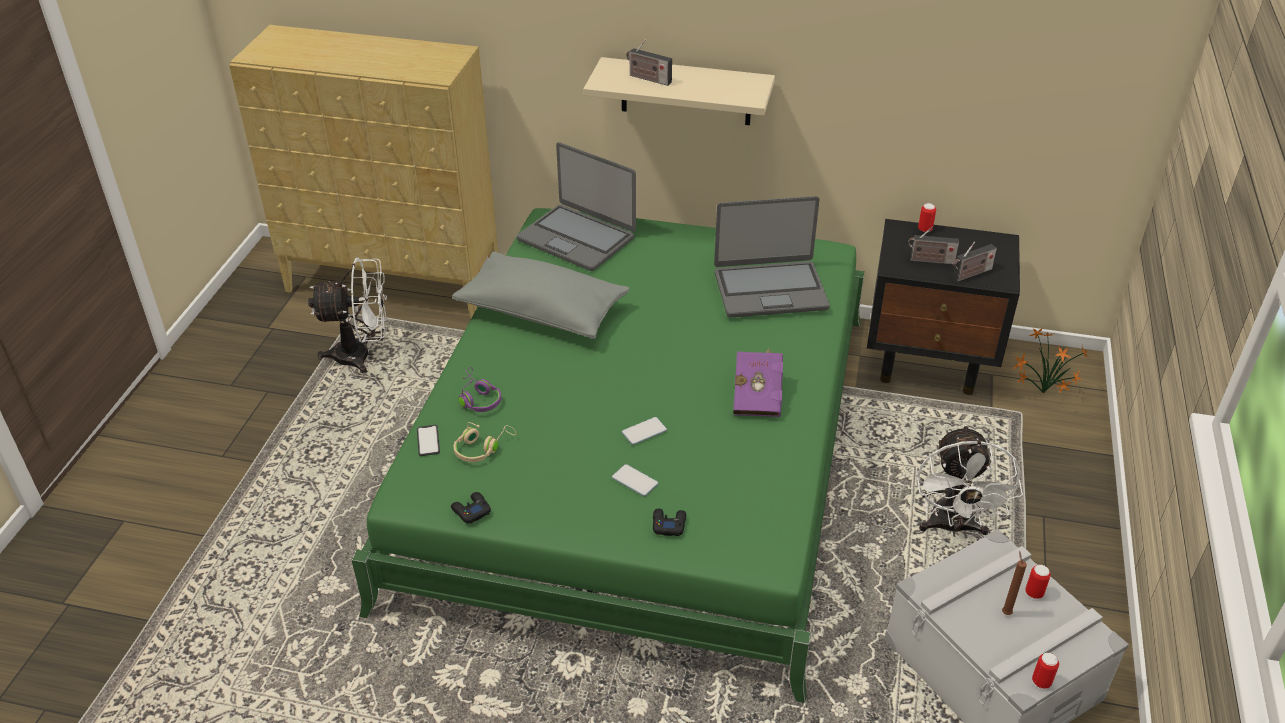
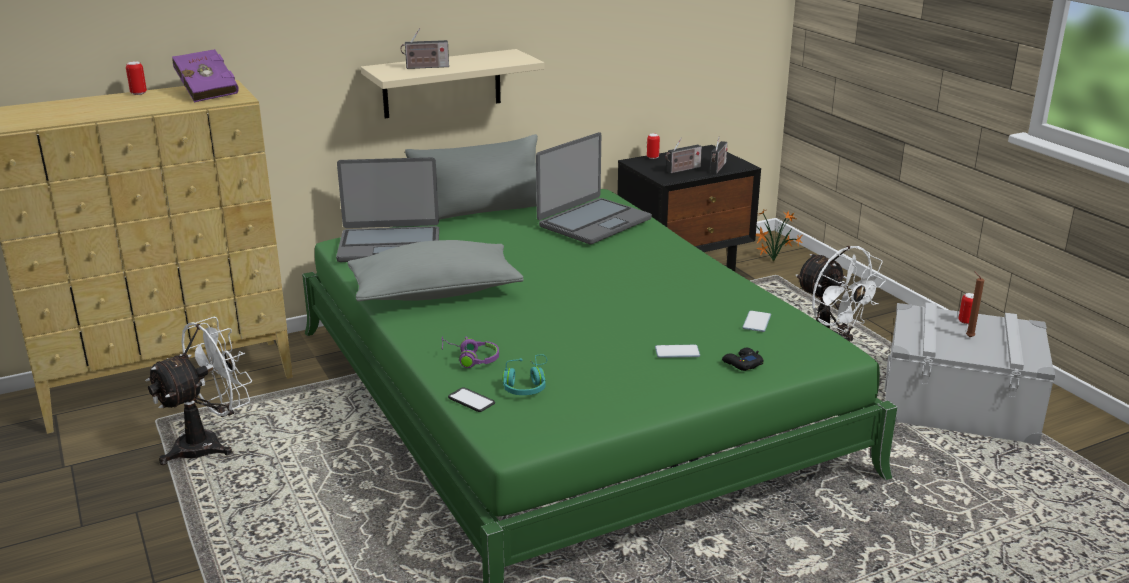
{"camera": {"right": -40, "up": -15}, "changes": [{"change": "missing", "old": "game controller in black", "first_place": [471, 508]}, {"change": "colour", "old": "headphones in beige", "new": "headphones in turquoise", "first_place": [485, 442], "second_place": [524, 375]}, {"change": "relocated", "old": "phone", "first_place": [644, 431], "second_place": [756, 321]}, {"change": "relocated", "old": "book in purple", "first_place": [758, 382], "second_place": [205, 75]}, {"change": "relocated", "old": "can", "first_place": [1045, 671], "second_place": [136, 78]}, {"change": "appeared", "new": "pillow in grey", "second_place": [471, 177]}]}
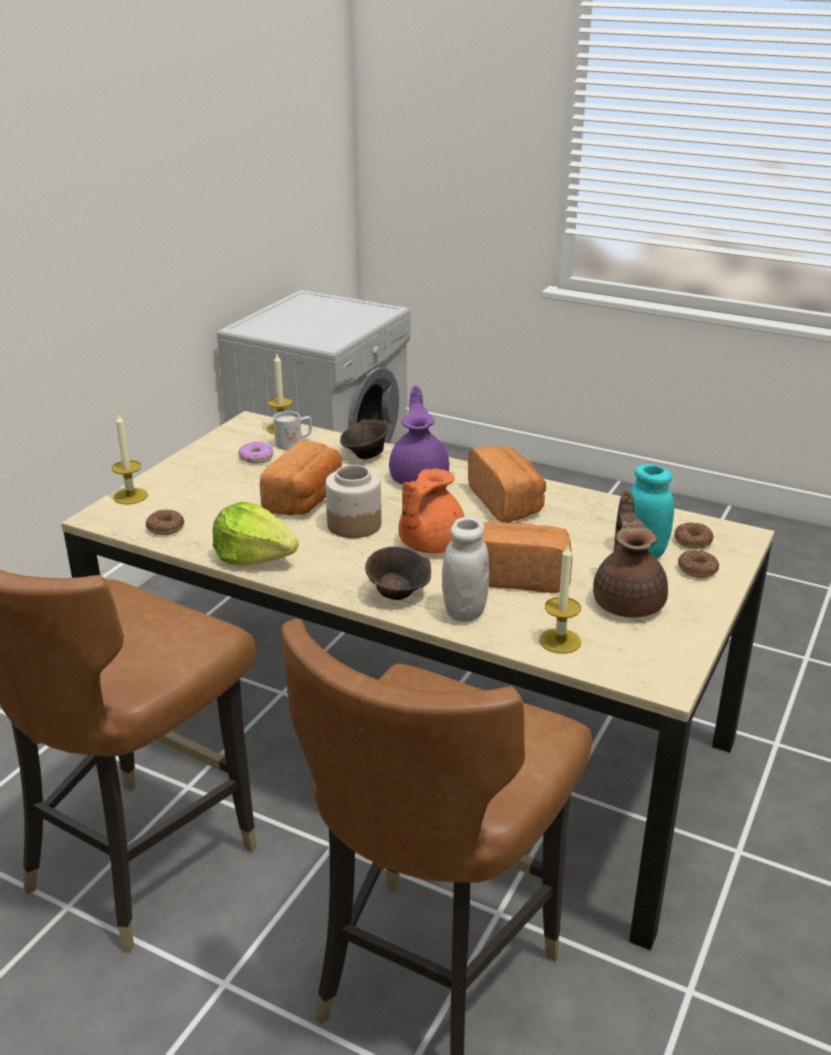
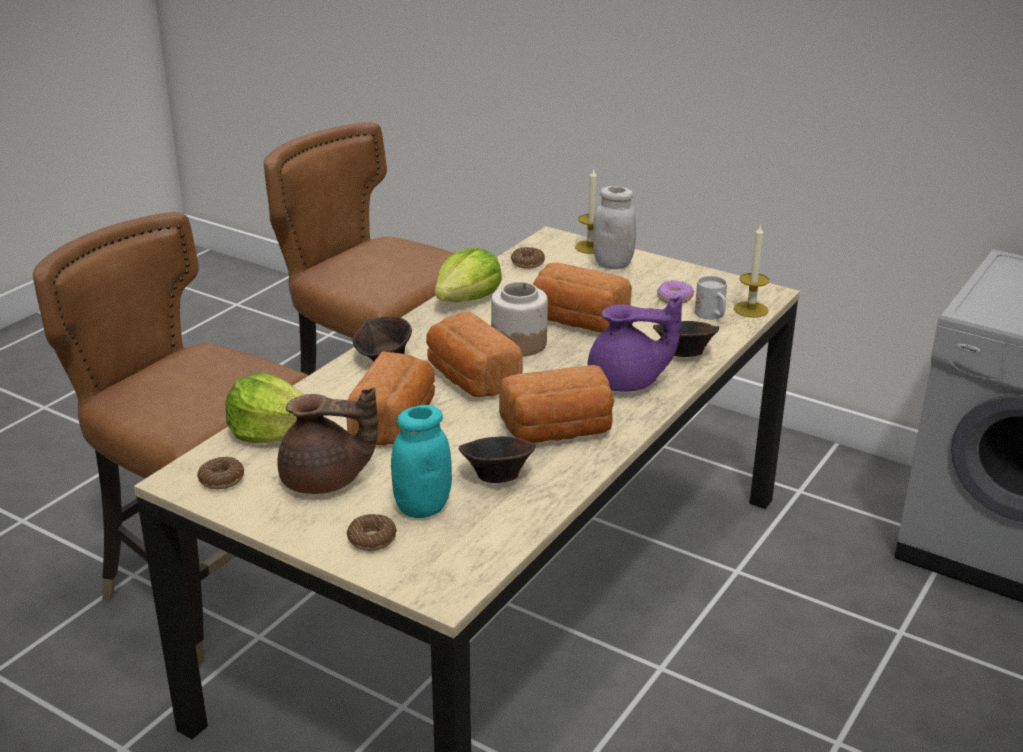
{"camera": {"right": 95, "up": 0}, "changes": [{"change": "exchanged", "old": "teapot in orange", "new": "bread", "first_place": [431, 511], "second_place": [474, 354]}, {"change": "relocated", "old": "jar in white", "first_place": [465, 569], "second_place": [614, 227]}, {"change": "exchanged", "old": "candle", "new": "lettuce", "first_place": [560, 599], "second_place": [265, 408]}, {"change": "relocated", "old": "donut", "first_place": [694, 536], "second_place": [220, 473]}, {"change": "appeared", "new": "bowl in brown", "second_place": [497, 459]}]}
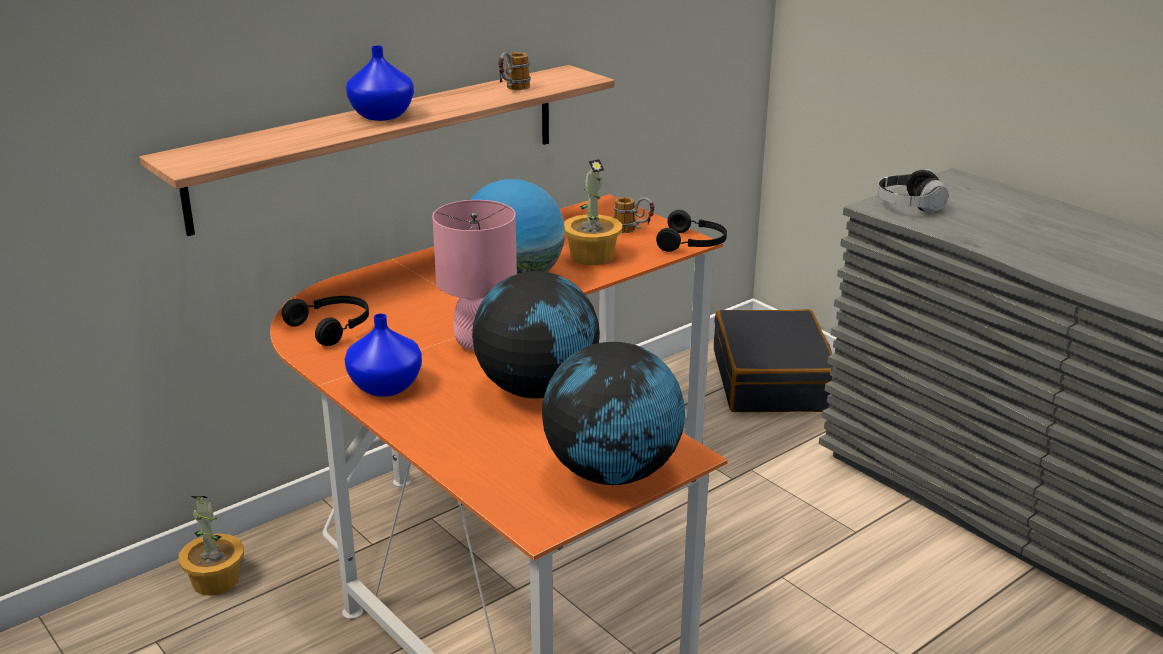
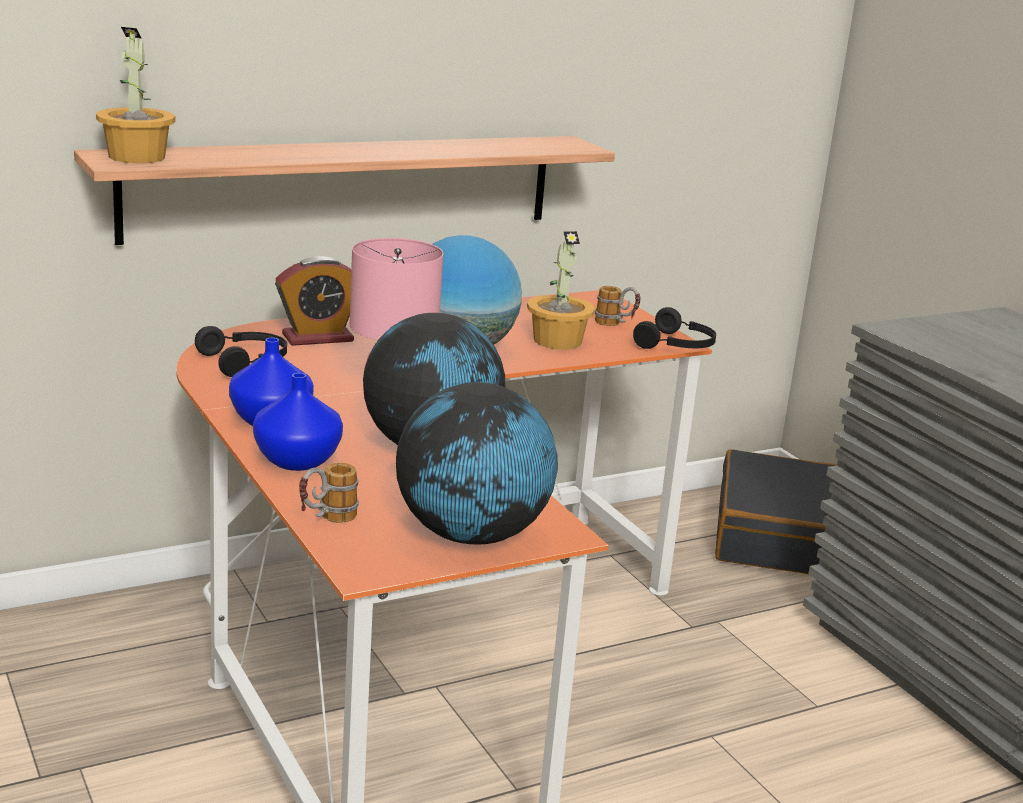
{"camera": {"right": 10, "up": -5}, "changes": [{"change": "relocated", "old": "potted plant", "first_place": [211, 546], "second_place": [135, 95]}, {"change": "relocated", "old": "vase in blue", "first_place": [380, 83], "second_place": [298, 422]}, {"change": "relocated", "old": "mug", "first_place": [514, 71], "second_place": [329, 492]}, {"change": "missing", "old": "headphones", "first_place": [913, 190]}, {"change": "appeared", "new": "alarm clock", "second_place": [314, 301]}]}
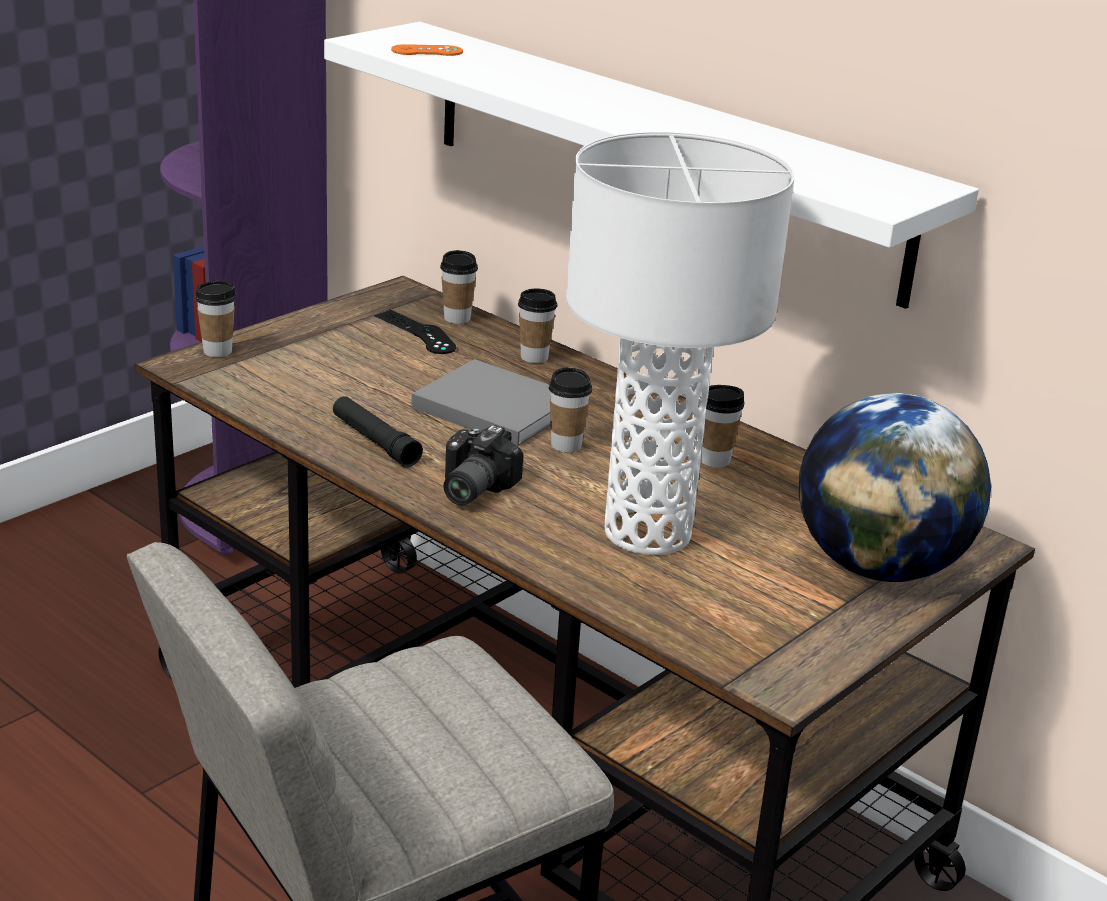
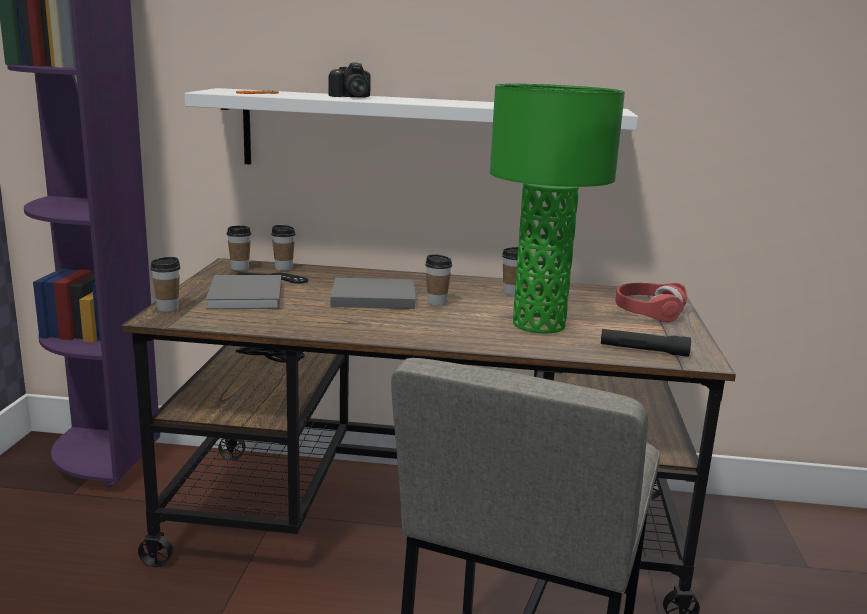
{"camera": {"right": -35, "up": -10}, "changes": [{"change": "relocated", "old": "flashlight in black", "first_place": [378, 431], "second_place": [646, 343]}, {"change": "relocated", "old": "photo camera", "first_place": [483, 465], "second_place": [349, 80]}, {"change": "relocated", "old": "cup", "first_place": [537, 325], "second_place": [239, 248]}, {"change": "colour", "old": "table lamp in white", "new": "table lamp in green", "first_place": [680, 343], "second_place": [557, 209]}, {"change": "exchanged", "old": "globe", "new": "headphones in red", "first_place": [895, 487], "second_place": [651, 303]}, {"change": "appeared", "new": "book in grey", "second_place": [243, 292]}]}
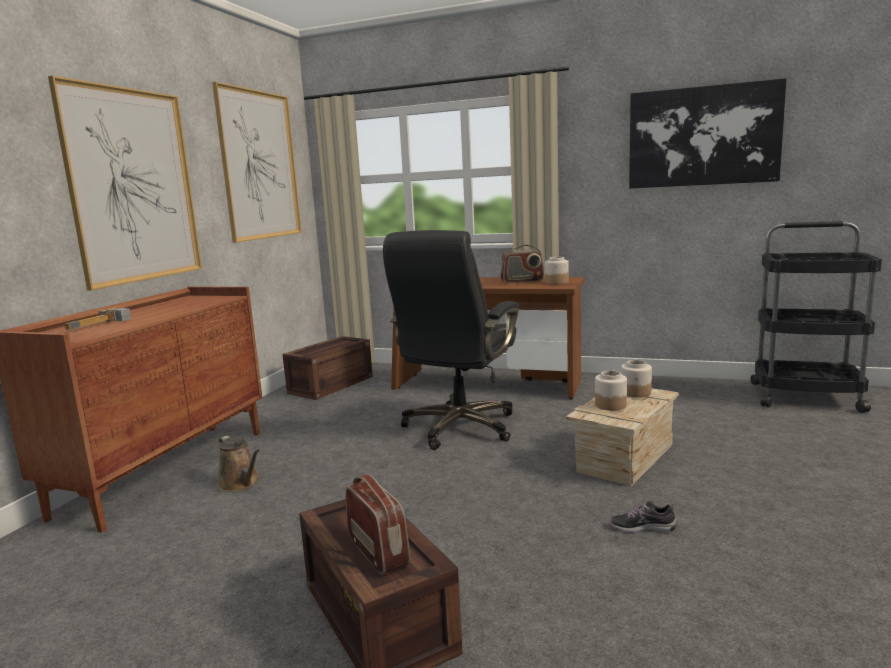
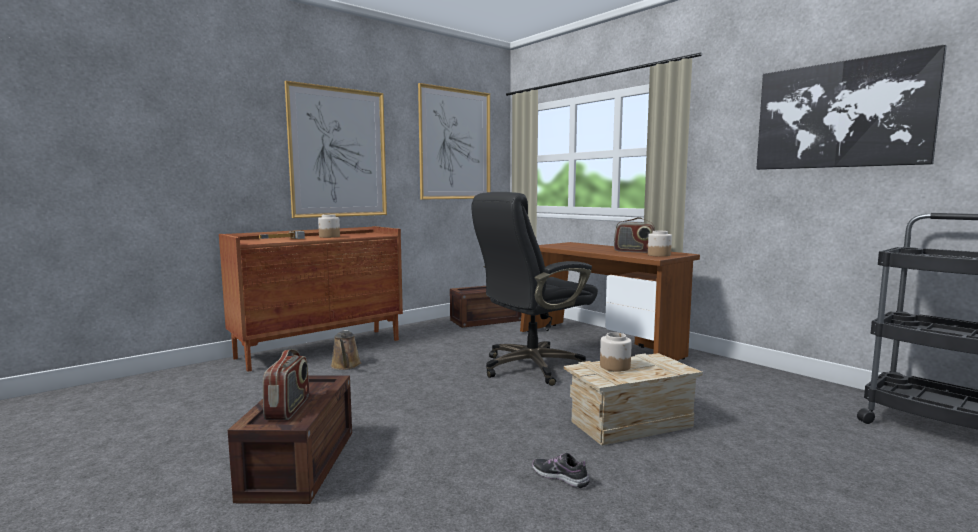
{"camera": {"right": 30, "up": -5}, "changes": [{"change": "relocated", "old": "jar", "first_place": [636, 379], "second_place": [329, 226]}]}
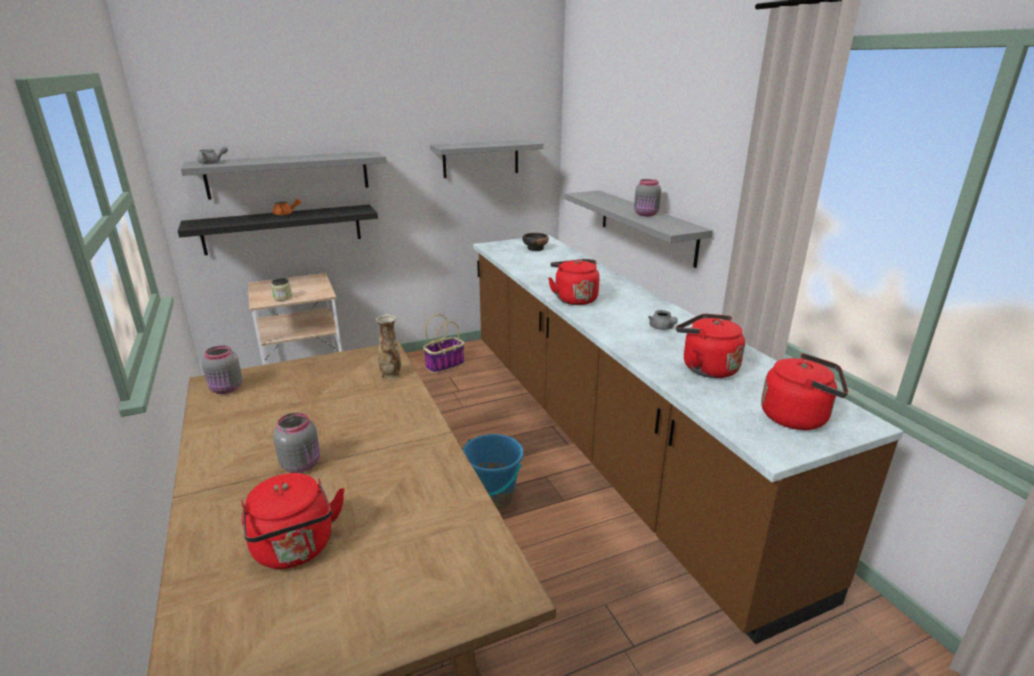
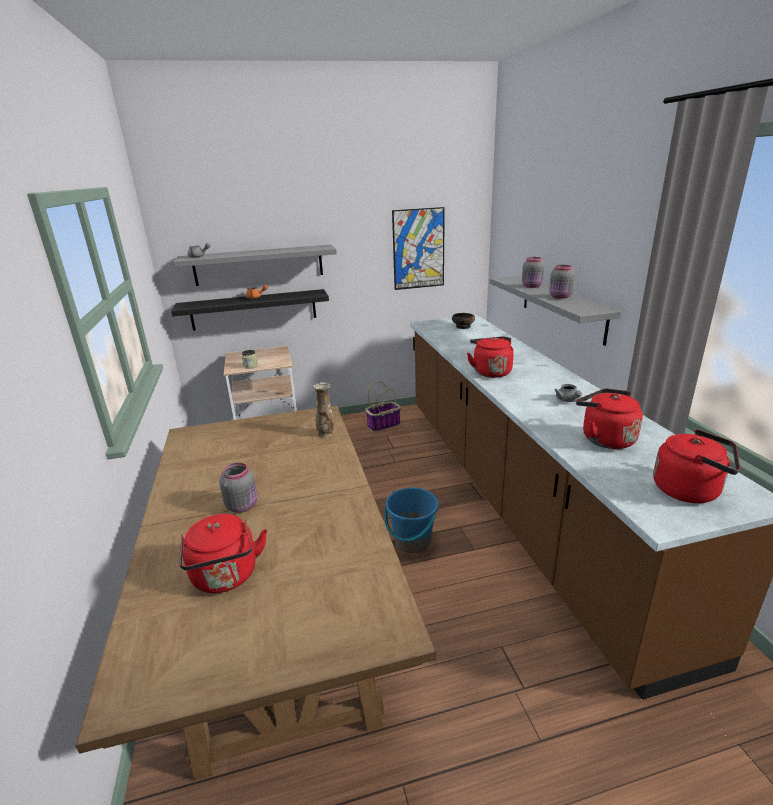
{"camera": {"right": 10, "up": 0}, "changes": [{"change": "relocated", "old": "jar in grey", "first_place": [222, 369], "second_place": [533, 272]}, {"change": "exchanged", "old": "shelf in grey", "new": "picture", "first_place": [486, 159], "second_place": [418, 248]}]}
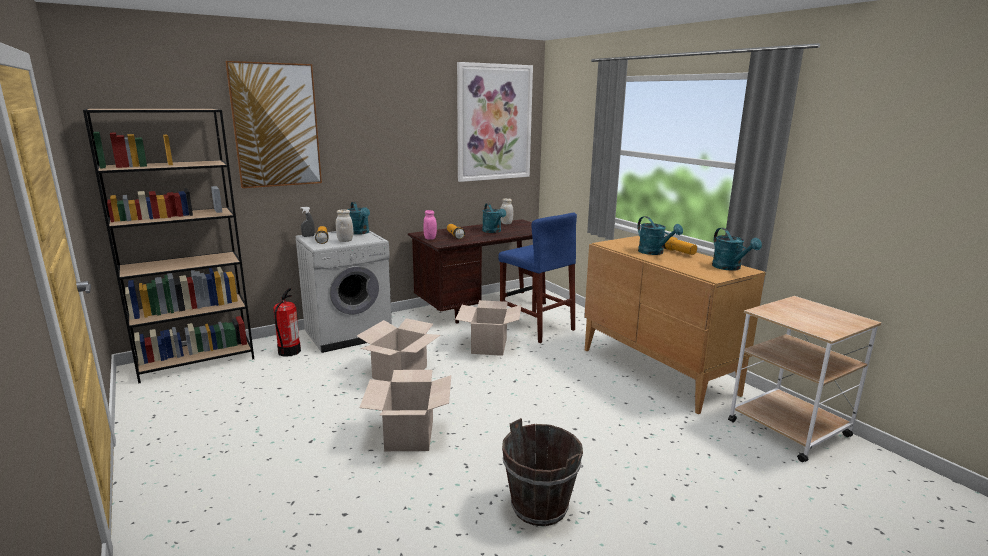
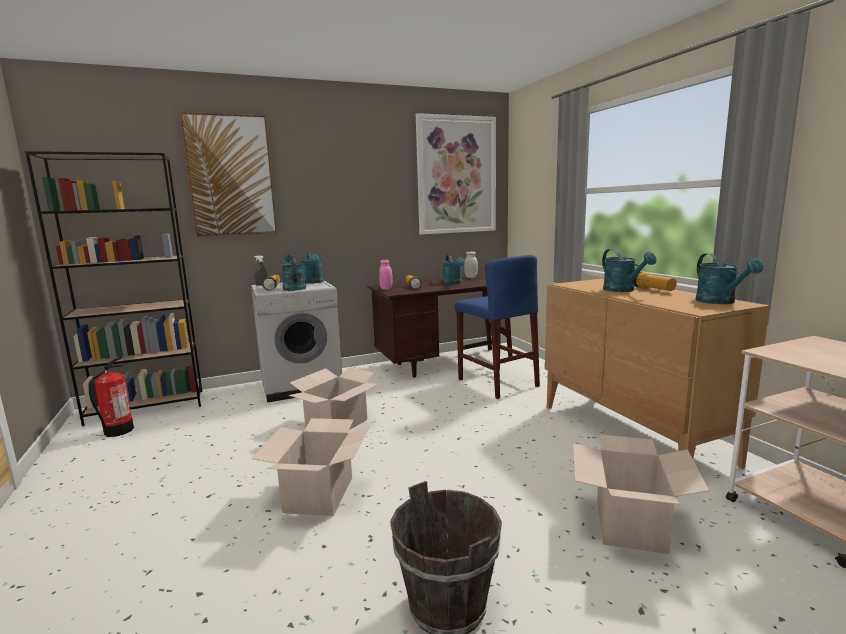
{"camera": {"right": 10, "up": -5}, "changes": [{"change": "relocated", "old": "fire extinguisher", "first_place": [287, 322], "second_place": [111, 397]}, {"change": "exchanged", "old": "jar in white", "new": "watering can in turquoise", "first_place": [344, 225], "second_place": [294, 272]}, {"change": "relocated", "old": "cardboard box", "first_place": [488, 328], "second_place": [641, 494]}]}
